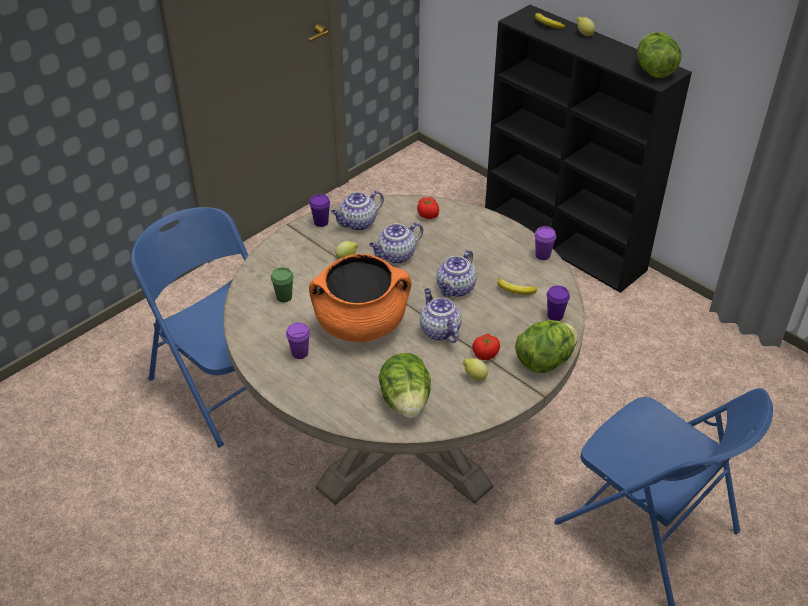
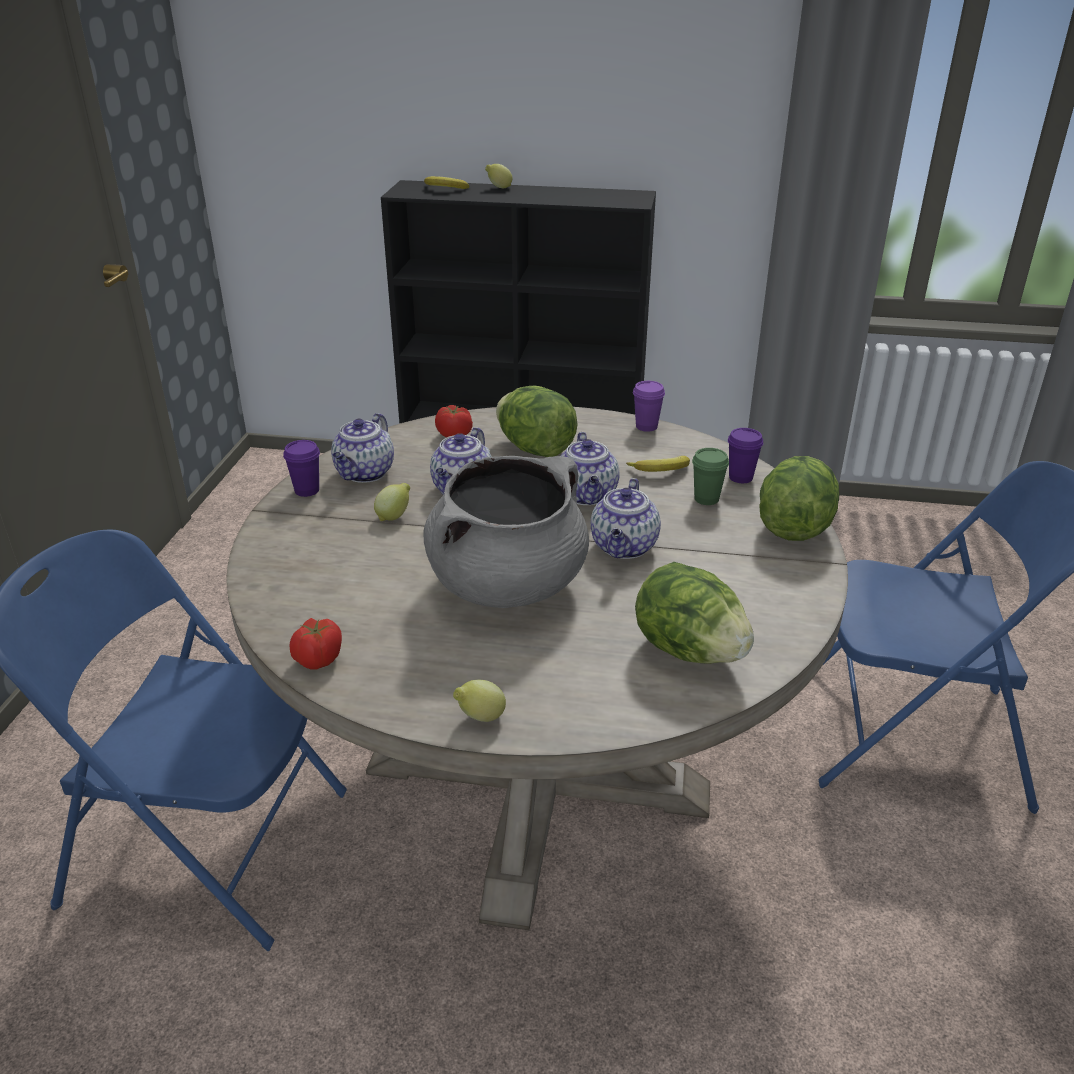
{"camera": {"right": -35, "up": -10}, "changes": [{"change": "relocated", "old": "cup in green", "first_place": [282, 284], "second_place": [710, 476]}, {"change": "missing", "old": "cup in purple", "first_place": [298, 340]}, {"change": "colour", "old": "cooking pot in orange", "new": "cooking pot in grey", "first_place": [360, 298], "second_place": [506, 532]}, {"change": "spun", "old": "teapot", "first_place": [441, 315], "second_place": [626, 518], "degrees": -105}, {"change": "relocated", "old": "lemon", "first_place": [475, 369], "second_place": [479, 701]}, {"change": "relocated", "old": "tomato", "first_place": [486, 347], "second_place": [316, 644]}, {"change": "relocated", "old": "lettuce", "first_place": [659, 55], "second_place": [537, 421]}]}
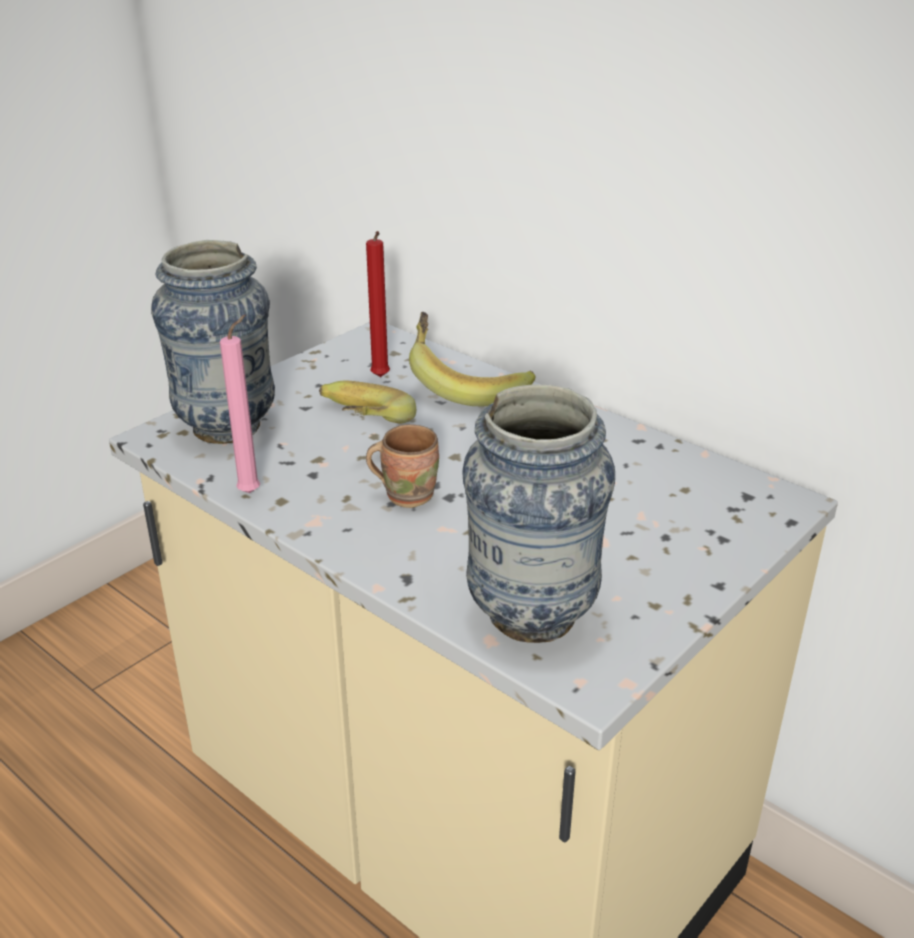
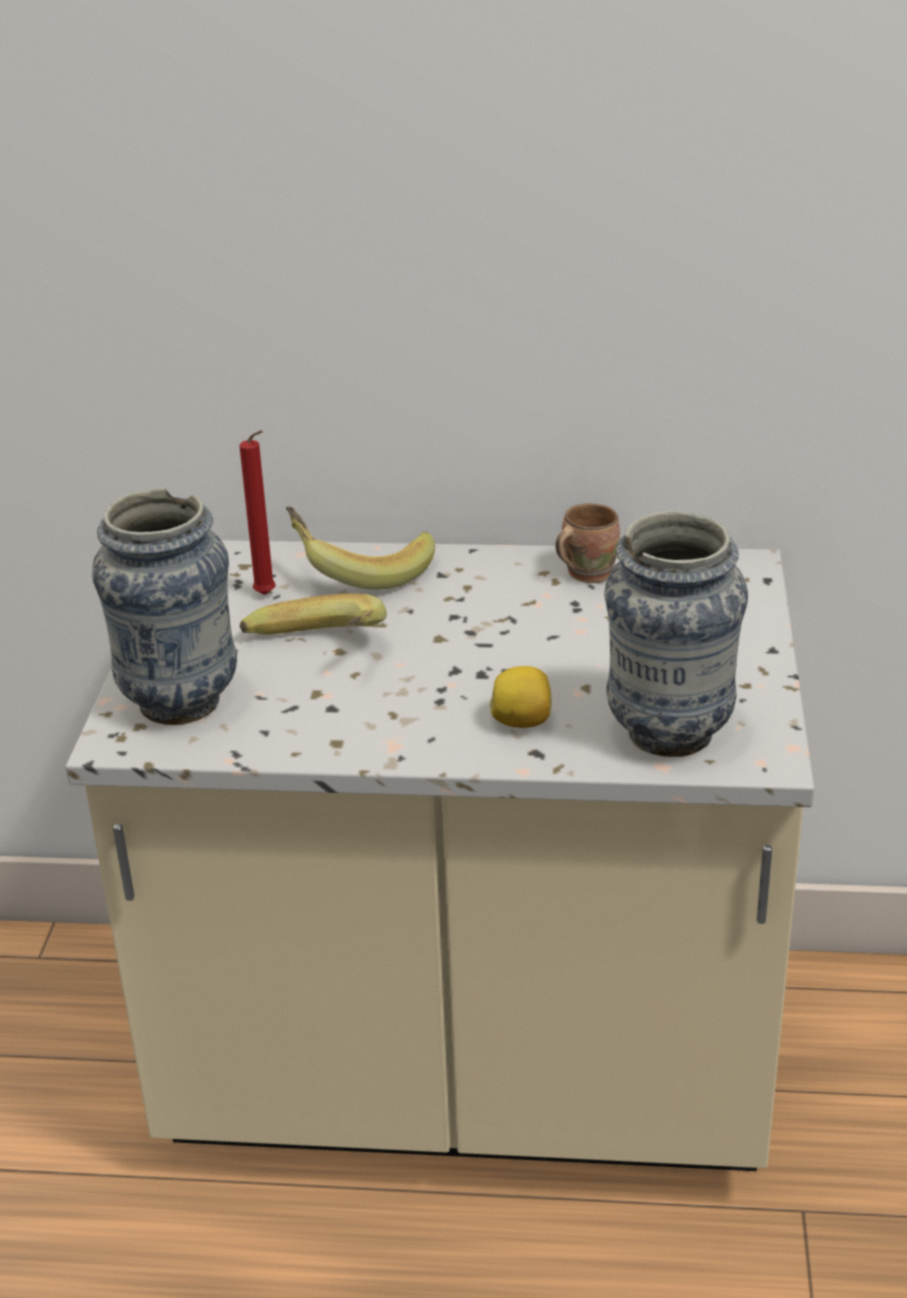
{"camera": {"right": -35, "up": 0}, "changes": [{"change": "missing", "old": "candle in pink", "first_place": [240, 404]}, {"change": "relocated", "old": "mug in brown", "first_place": [402, 466], "second_place": [587, 543]}, {"change": "appeared", "new": "lemon", "second_place": [521, 697]}]}
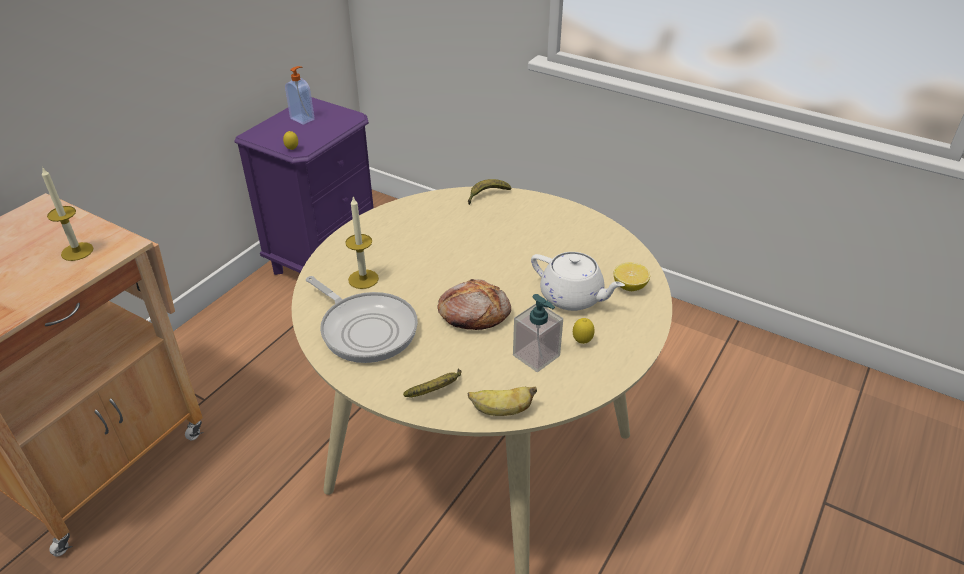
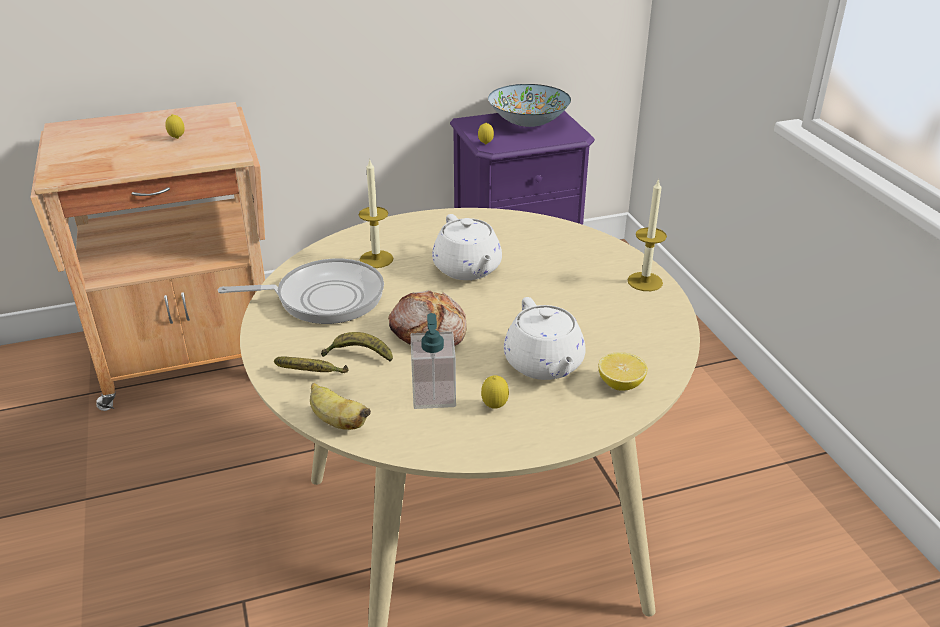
{"camera": {"right": 40, "up": -5}, "changes": [{"change": "relocated", "old": "candle", "first_place": [67, 214], "second_place": [647, 234]}, {"change": "exchanged", "old": "soap dispenser", "new": "bowl", "first_place": [300, 95], "second_place": [529, 105]}, {"change": "spun", "old": "frying pan", "first_place": [362, 319], "second_place": [301, 291], "degrees": -90}, {"change": "relocated", "old": "banana", "first_place": [489, 192], "second_place": [357, 347]}, {"change": "appeared", "new": "lemon", "second_place": [175, 126]}, {"change": "appeared", "new": "teapot in white", "second_place": [467, 247]}]}
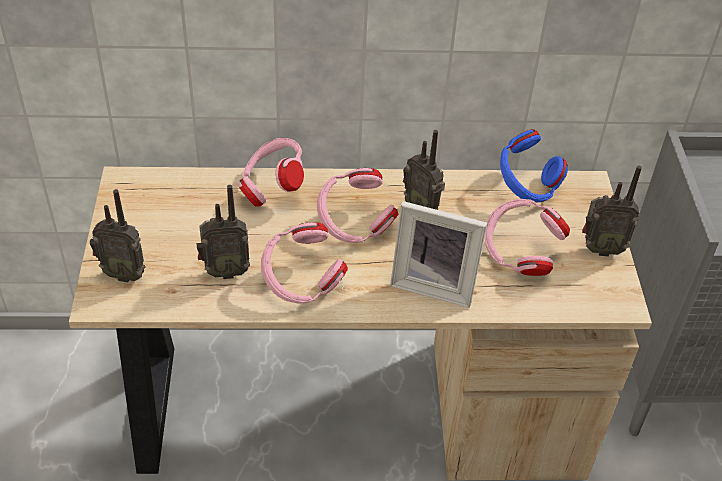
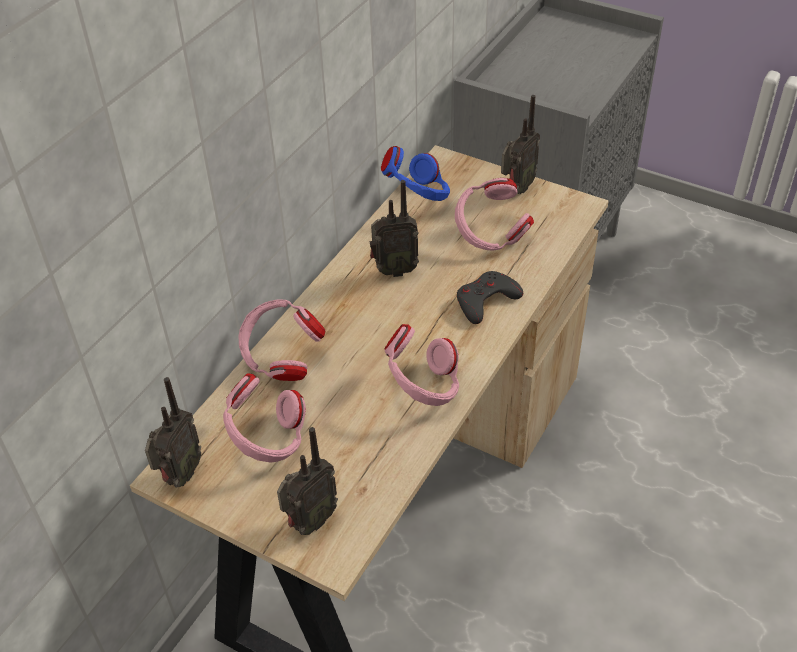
{"camera": {"right": -55, "up": 0}, "changes": [{"change": "relocated", "old": "radio", "first_place": [223, 232], "second_place": [173, 432]}, {"change": "relocated", "old": "headphones in pink", "first_place": [358, 205], "second_place": [264, 418]}, {"change": "exchanged", "old": "picture frame", "new": "game controller in grey", "first_place": [438, 254], "second_place": [490, 297]}]}
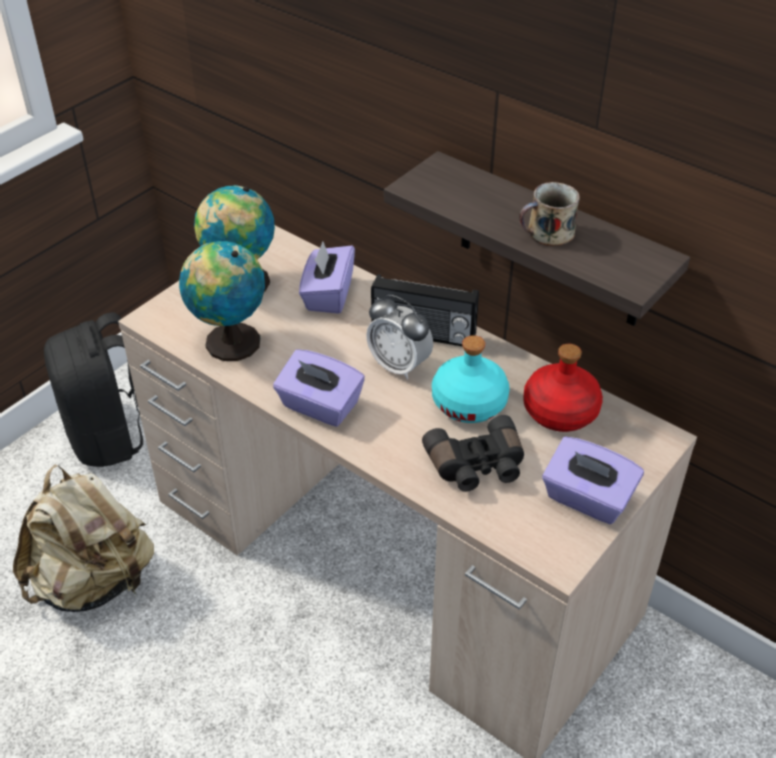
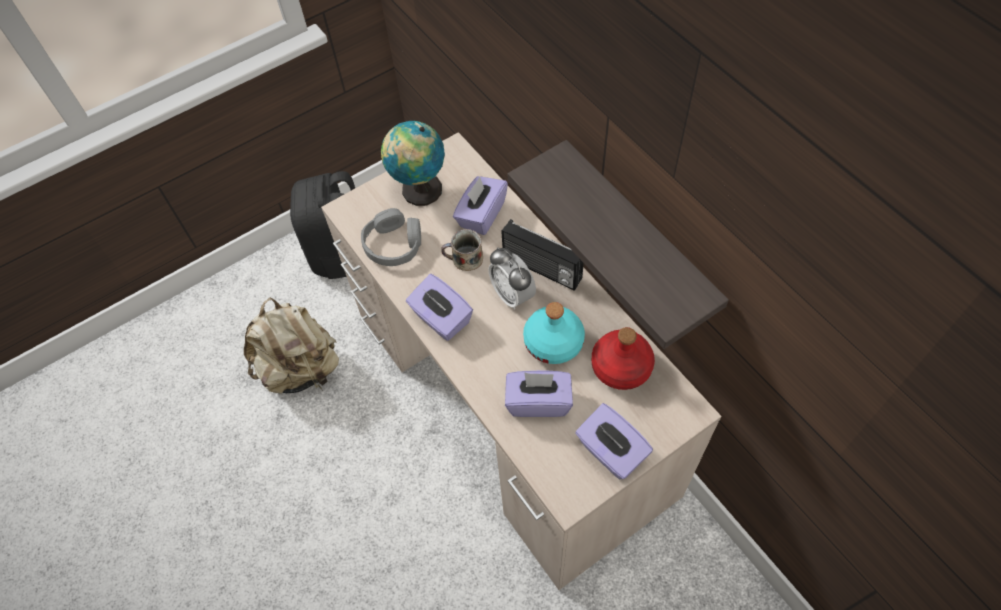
{"camera": {"right": 20, "up": 15}, "changes": [{"change": "exchanged", "old": "globe", "new": "headphones in grey", "first_place": [222, 301], "second_place": [391, 237]}, {"change": "exchanged", "old": "binoculars in black", "new": "tissue box in purple", "first_place": [473, 453], "second_place": [539, 393]}, {"change": "relocated", "old": "mug", "first_place": [549, 214], "second_place": [462, 250]}]}
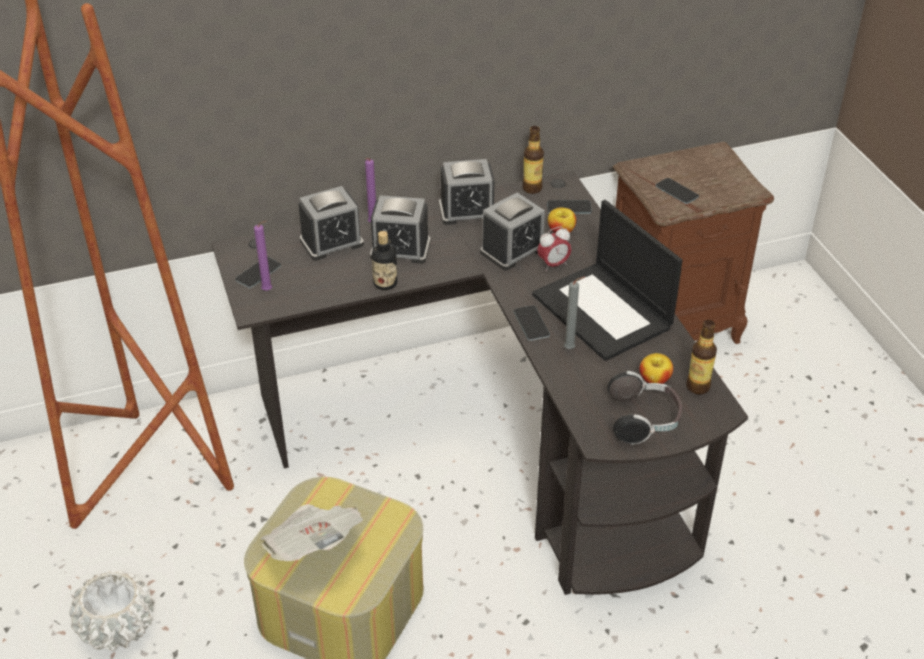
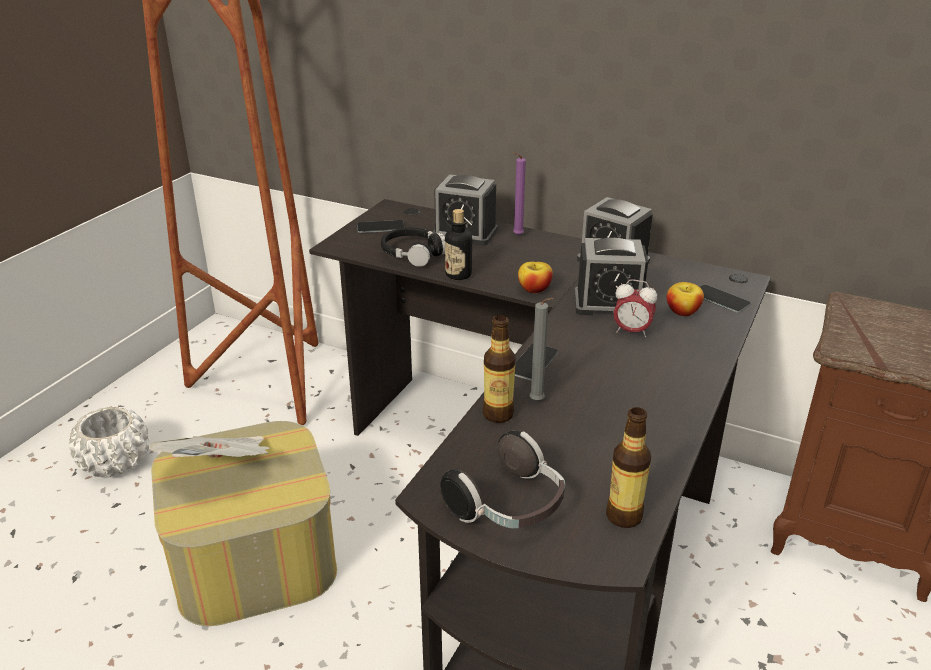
{"camera": {"right": 45, "up": -10}, "changes": [{"change": "missing", "old": "candle in purple", "first_place": [263, 256]}, {"change": "missing", "old": "alarm clock", "first_place": [400, 229]}, {"change": "relocated", "old": "bottle", "first_place": [533, 160], "second_place": [499, 369]}, {"change": "missing", "old": "laptop", "first_place": [607, 280]}, {"change": "relocated", "old": "apple", "first_place": [656, 368], "second_place": [535, 277]}, {"change": "missing", "old": "phone", "first_place": [677, 191]}, {"change": "appeared", "new": "headphones in black", "second_place": [413, 247]}]}
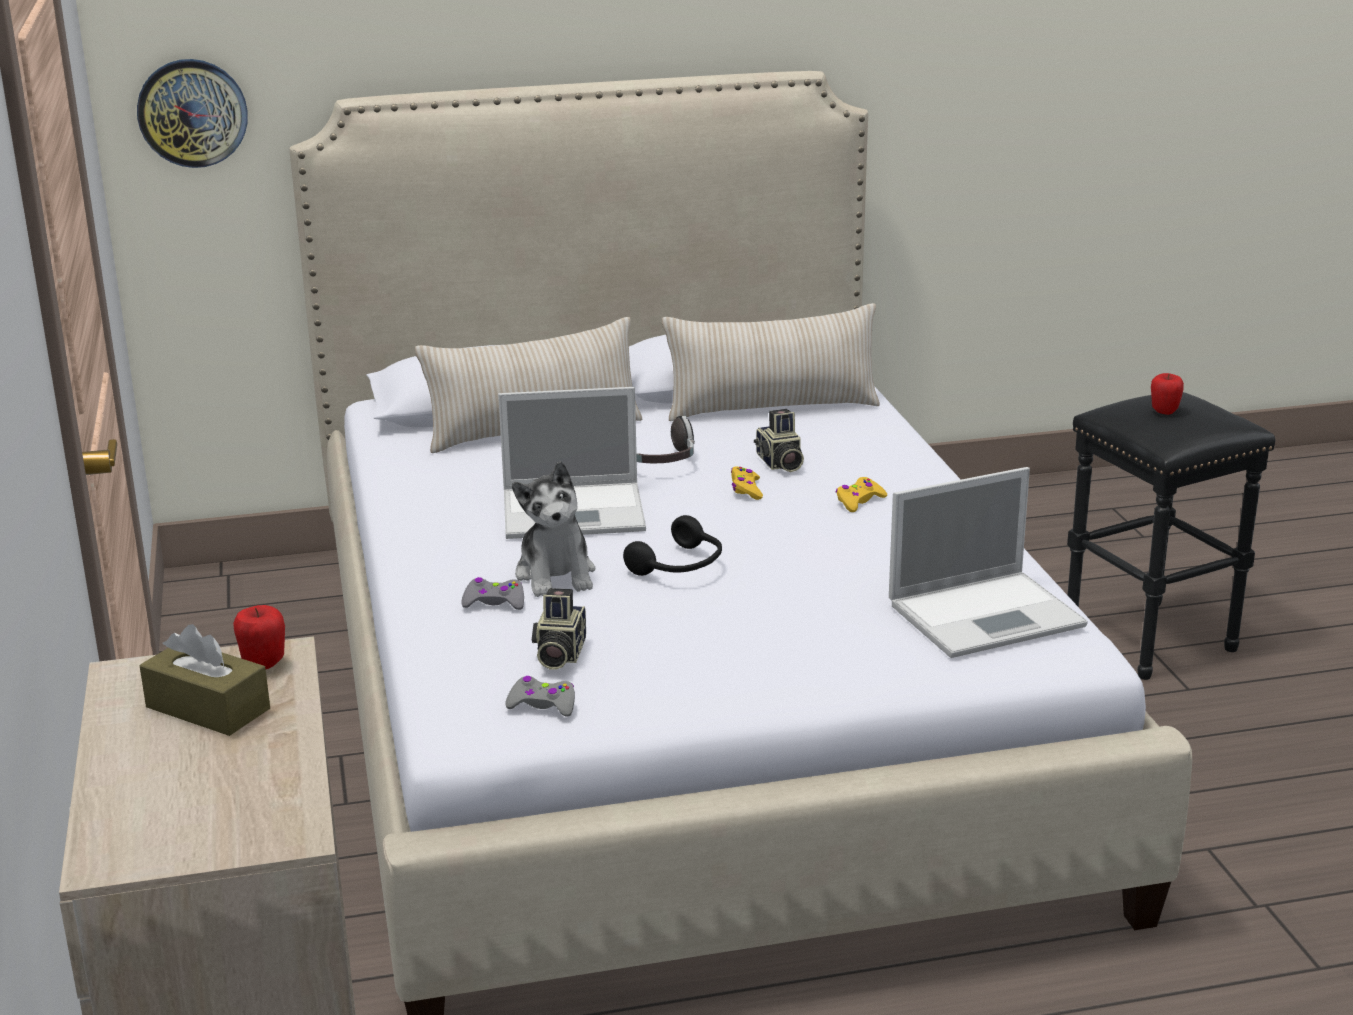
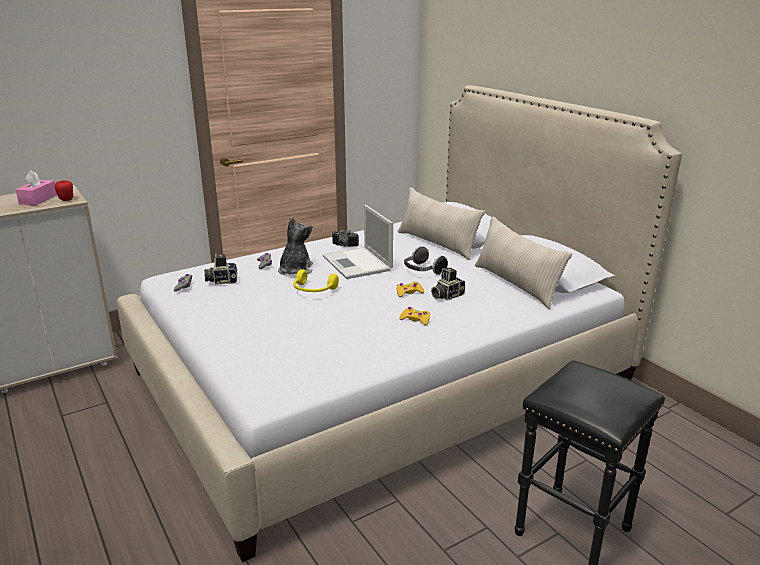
{"camera": {"right": 70, "up": 0}, "changes": [{"change": "missing", "old": "wall clock", "first_place": [192, 113]}, {"change": "colour", "old": "tissue box in brown", "new": "tissue box in pink", "first_place": [205, 680], "second_place": [36, 187]}, {"change": "spun", "old": "plush toy", "first_place": [553, 529], "second_place": [295, 246], "degrees": 135}, {"change": "colour", "old": "headphones in black", "new": "headphones in yellow", "first_place": [672, 545], "second_place": [316, 280]}, {"change": "missing", "old": "laptop", "first_place": [988, 562]}, {"change": "missing", "old": "apple", "first_place": [1167, 394]}, {"change": "appeared", "new": "photo camera", "second_place": [345, 238]}]}
